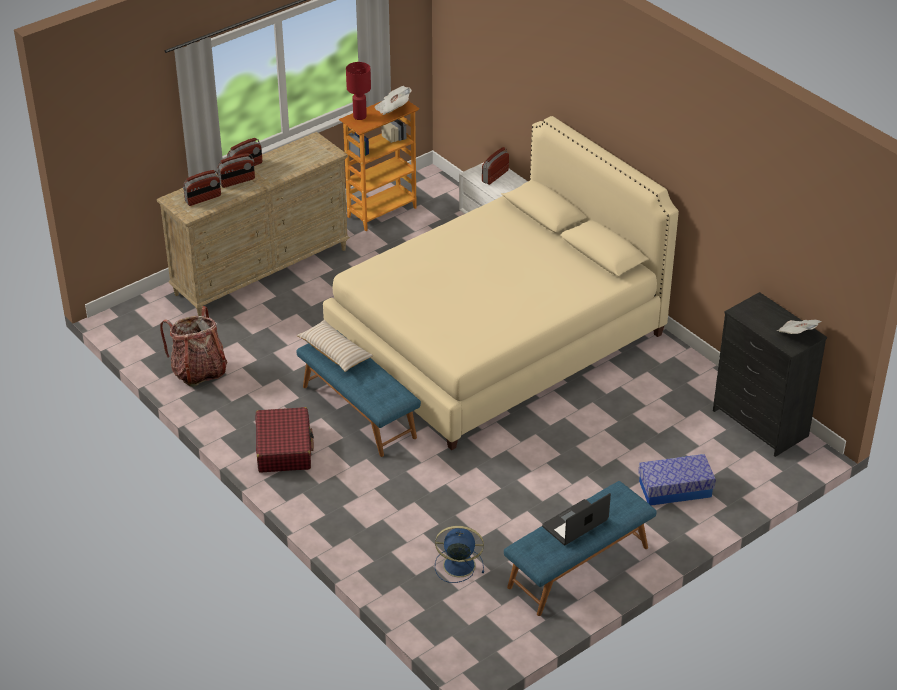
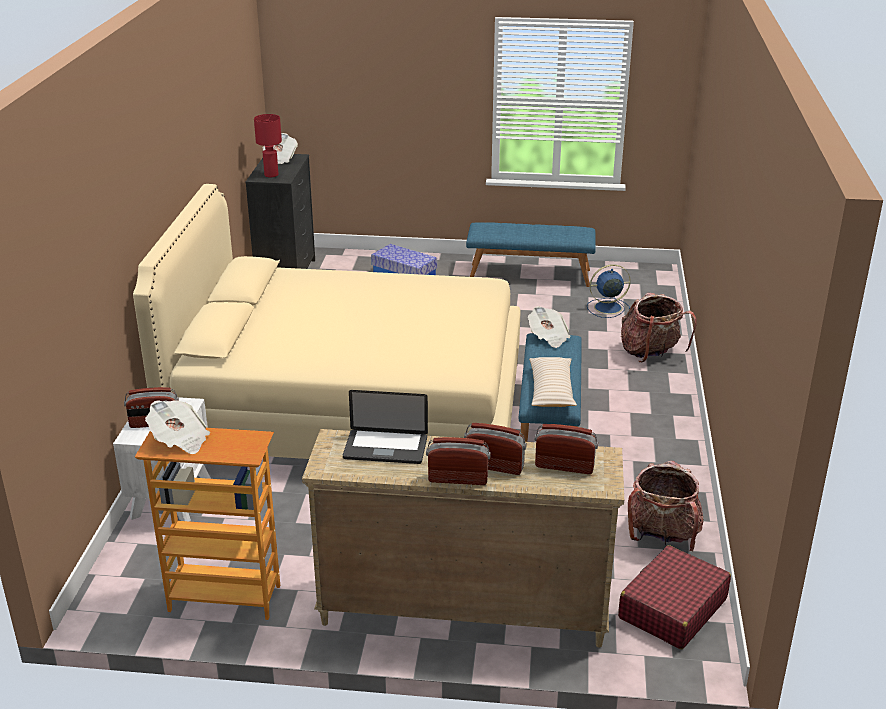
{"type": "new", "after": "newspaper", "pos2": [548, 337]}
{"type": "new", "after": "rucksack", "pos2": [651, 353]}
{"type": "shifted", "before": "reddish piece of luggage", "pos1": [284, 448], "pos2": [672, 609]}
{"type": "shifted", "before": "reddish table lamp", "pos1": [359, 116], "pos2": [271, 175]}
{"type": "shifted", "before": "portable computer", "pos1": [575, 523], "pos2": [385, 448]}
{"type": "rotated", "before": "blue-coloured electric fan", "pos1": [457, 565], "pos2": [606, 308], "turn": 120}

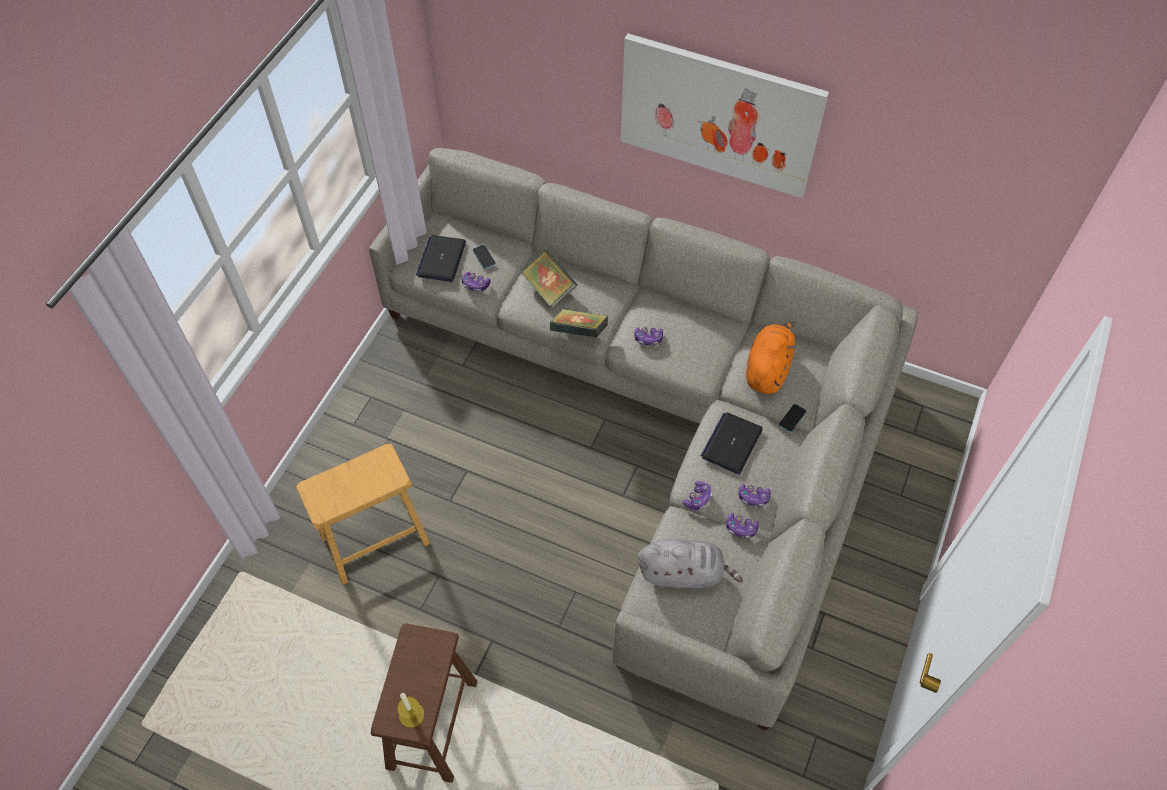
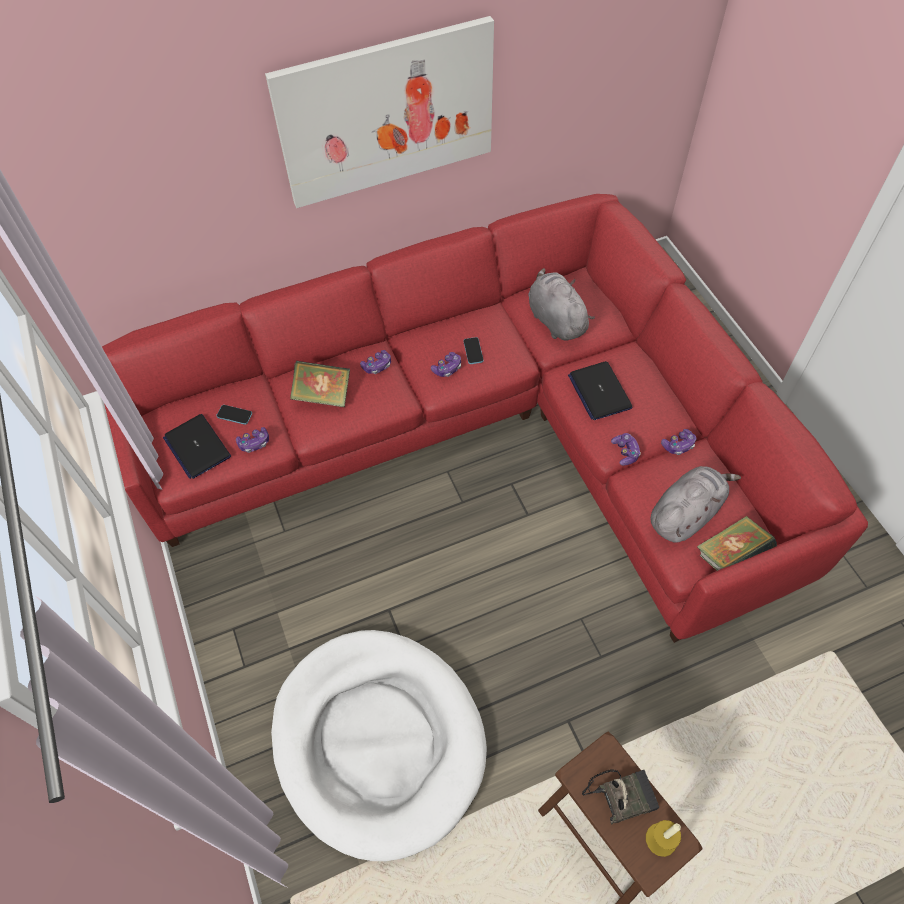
{"type": "new", "after": "radio set", "pos2": [622, 794]}
{"type": "shifted", "before": "volume", "pos1": [579, 333], "pos2": [730, 555]}
{"type": "shifted", "before": "game controller", "pos1": [753, 497], "pos2": [377, 366]}
{"type": "shifted", "before": "telephone", "pos1": [792, 418], "pos2": [473, 351]}
{"type": "swapped", "before": "brown stool", "after": "white pet bed", "pos1": [374, 539], "pos2": [378, 741]}
{"type": "repainted", "before": "gray sofa", "after": "reddish sofa", "pos1": [663, 417], "pos2": [487, 432]}
{"type": "repainted", "before": "orange-coloured soft toy", "after": "gray soft toy", "pos1": [767, 368], "pos2": [555, 319]}

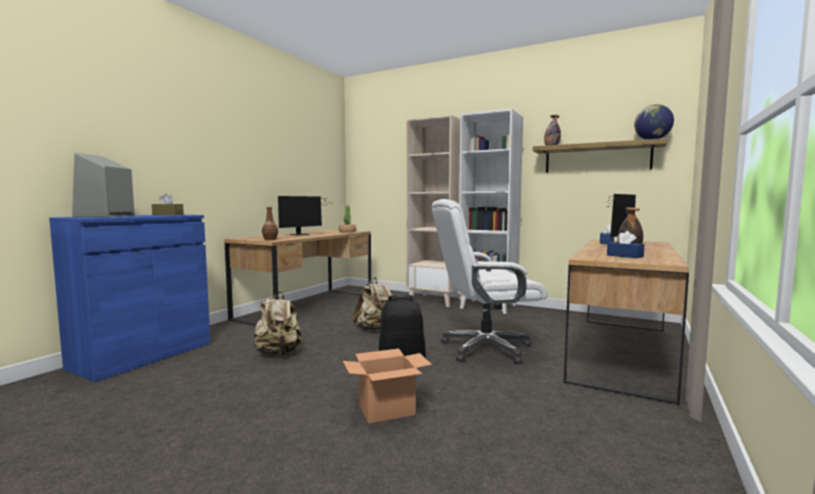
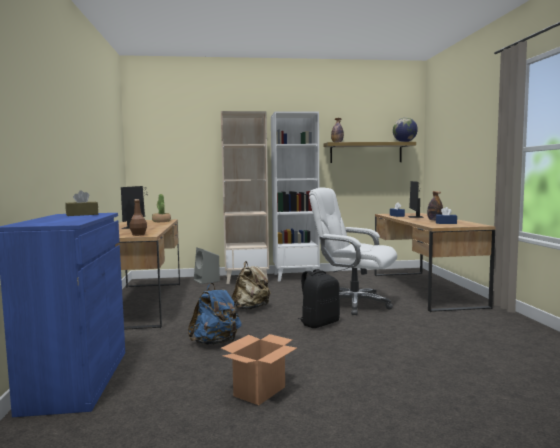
{"type": "shifted", "before": "gray loudspeaker", "pos1": [104, 216], "pos2": [207, 281]}
{"type": "shifted", "before": "packing box", "pos1": [387, 410], "pos2": [260, 391]}
{"type": "repainted", "before": "beige-coloured rucksack", "after": "blue-coloured rucksack", "pos1": [278, 353], "pos2": [216, 343]}
{"type": "rotated", "before": "white desk chair", "pos1": [485, 349], "pos2": [353, 304], "turn": 75}

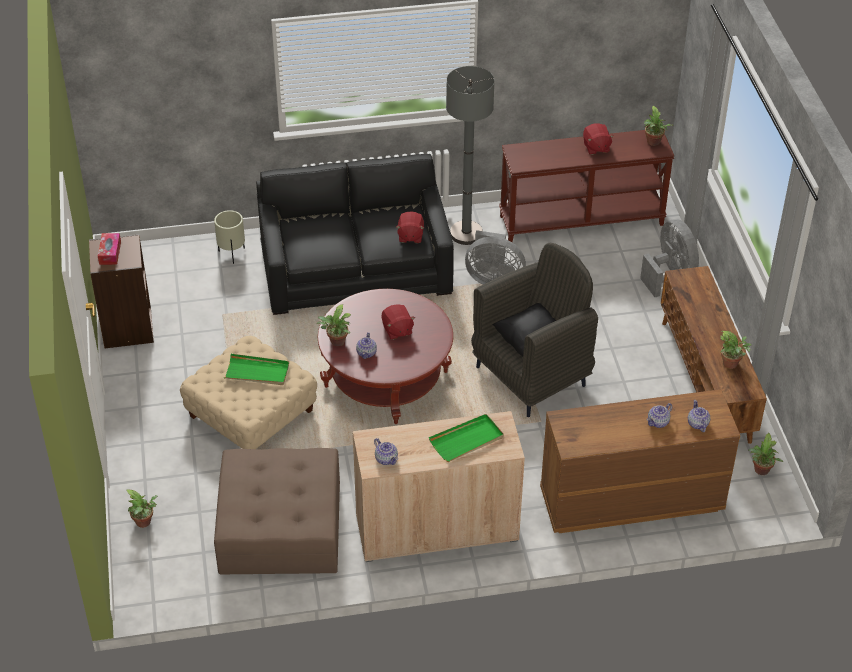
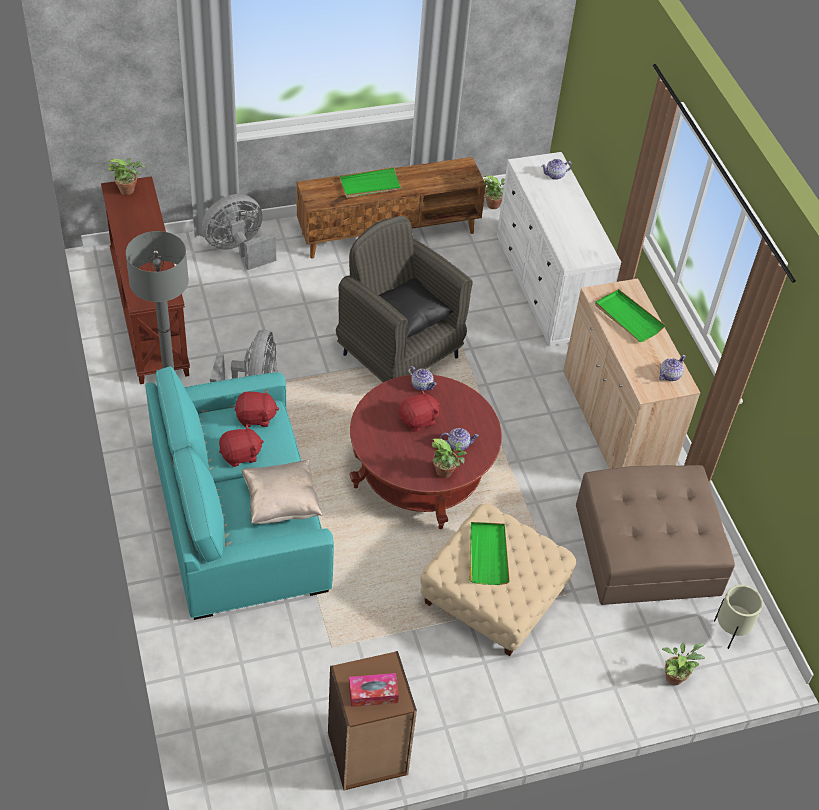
{"type": "gone", "before": "plant in a pot", "pos1": [732, 364]}
{"type": "new", "after": "beige-coloured throw pillow", "pos2": [281, 504]}
{"type": "new", "after": "greenish tray", "pos2": [370, 185]}
{"type": "shifted", "before": "beige-coloured plant pot", "pos1": [232, 254], "pos2": [729, 632]}
{"type": "shifted", "before": "reddish soft toy", "pos1": [596, 147], "pos2": [240, 455]}
{"type": "shifted", "before": "pot for tea", "pos1": [658, 422], "pos2": [421, 385]}
{"type": "repainted", "before": "black sofa", "after": "turquoise sofa", "pos1": [356, 267], "pos2": [237, 515]}
{"type": "repainted", "before": "brown dresser", "after": "white dresser", "pos1": [630, 500], "pos2": [548, 288]}

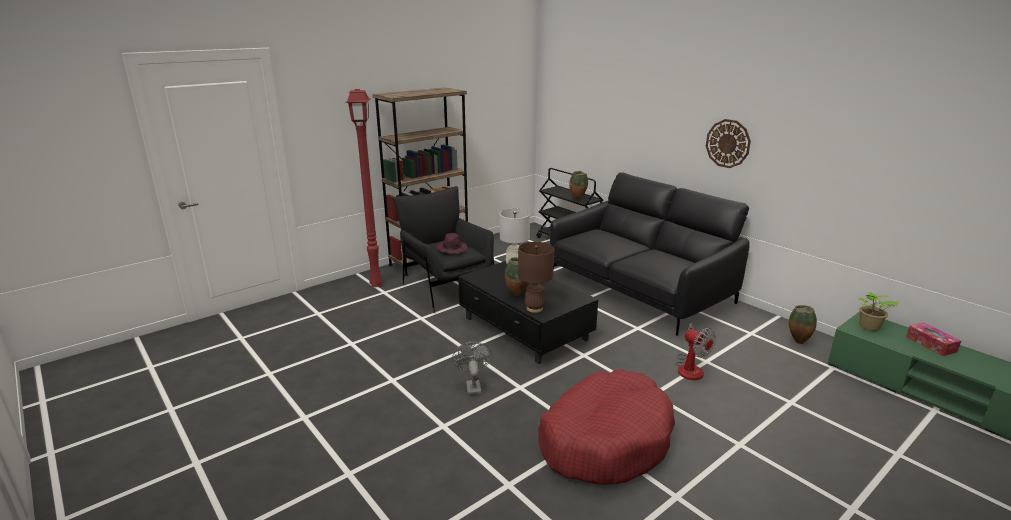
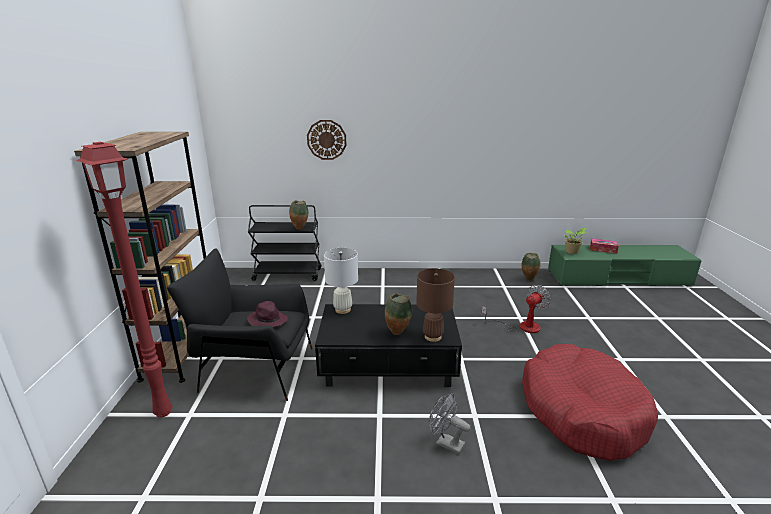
{"type": "gone", "before": "black sofa", "pos1": [639, 290]}
{"type": "shifted", "before": "clock on the wall", "pos1": [728, 143], "pos2": [326, 140]}
{"type": "rotated", "before": "electric fan", "pos1": [690, 367], "pos2": [521, 327], "turn": -45}

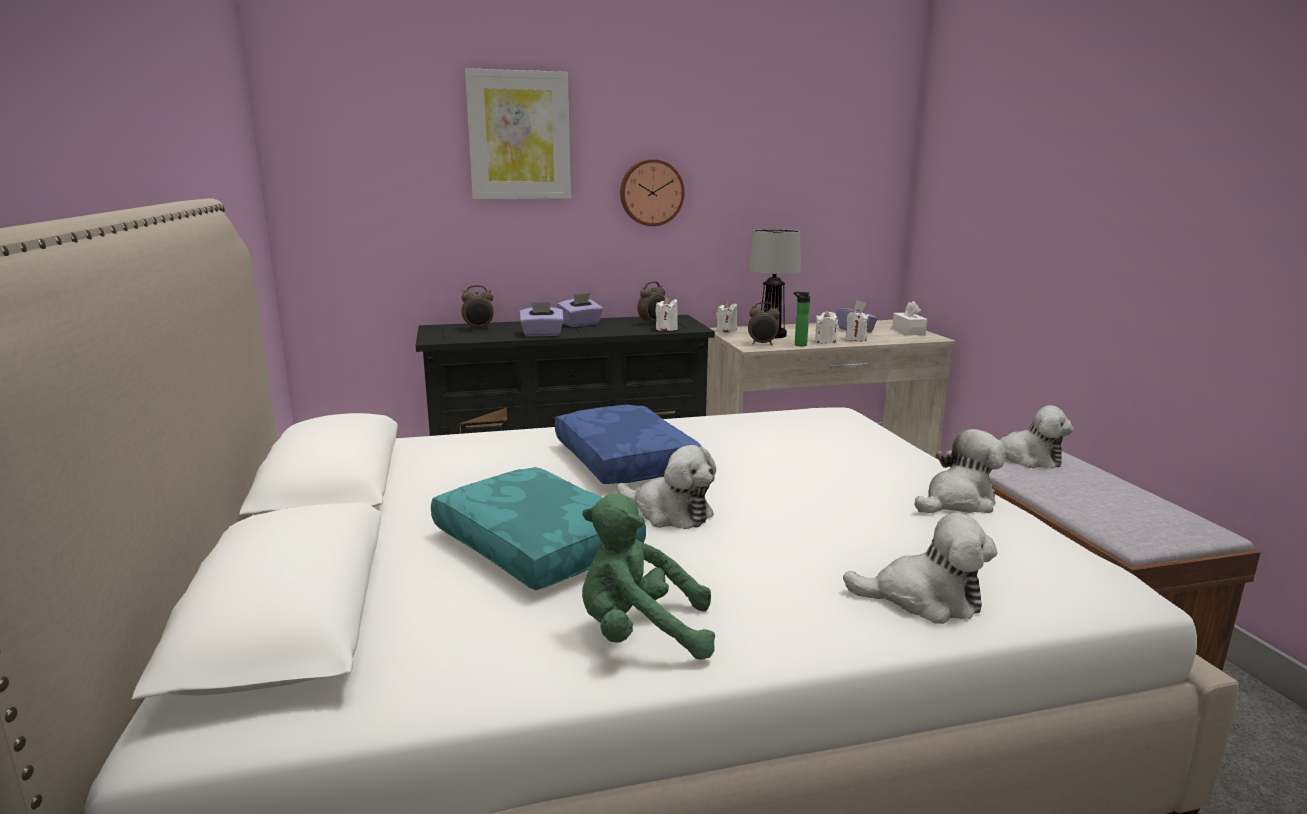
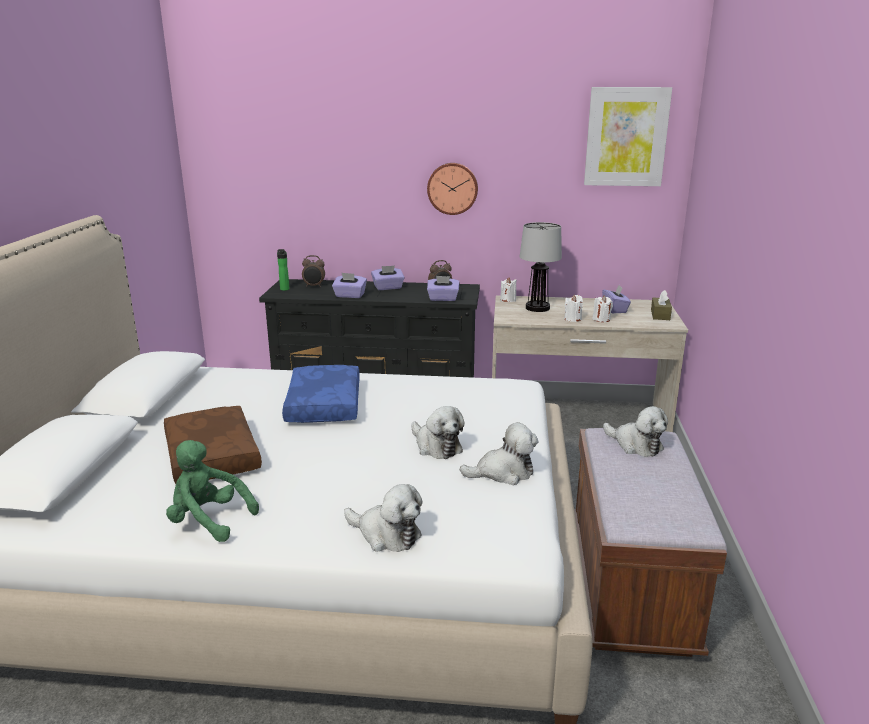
{"type": "gone", "before": "alarm clock", "pos1": [762, 344]}
{"type": "shifted", "before": "picture", "pos1": [519, 136], "pos2": [626, 137]}
{"type": "shifted", "before": "soft toy", "pos1": [669, 513], "pos2": [436, 446]}
{"type": "shifted", "before": "beverage bottle", "pos1": [799, 344], "pos2": [284, 289]}
{"type": "swapped", "before": "white wax candle", "after": "purple-coloured box of tissues", "pos1": [666, 329], "pos2": [443, 299]}
{"type": "repainted", "before": "turquoise throw pillow", "after": "brown throw pillow", "pos1": [532, 546], "pos2": [210, 456]}
{"type": "repainted", "before": "white box of tissues", "after": "brown box of tissues", "pos1": [908, 331], "pos2": [660, 315]}

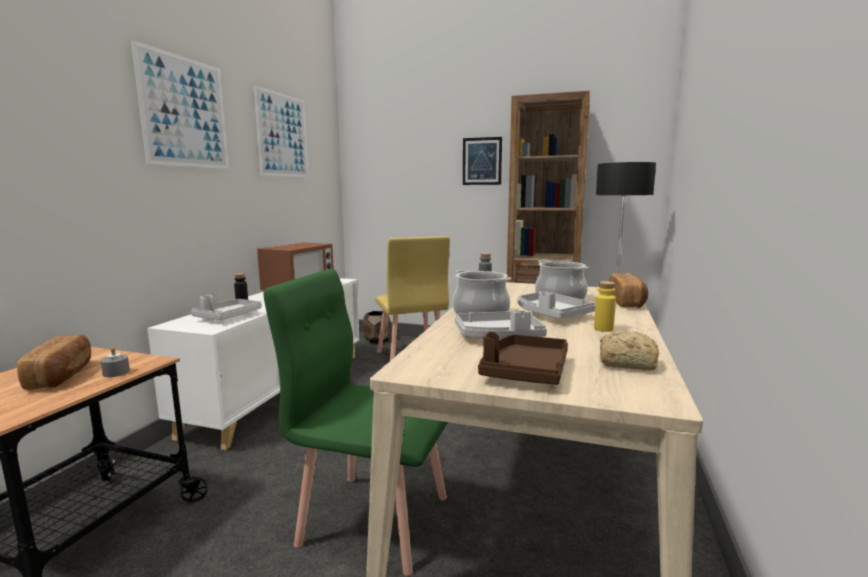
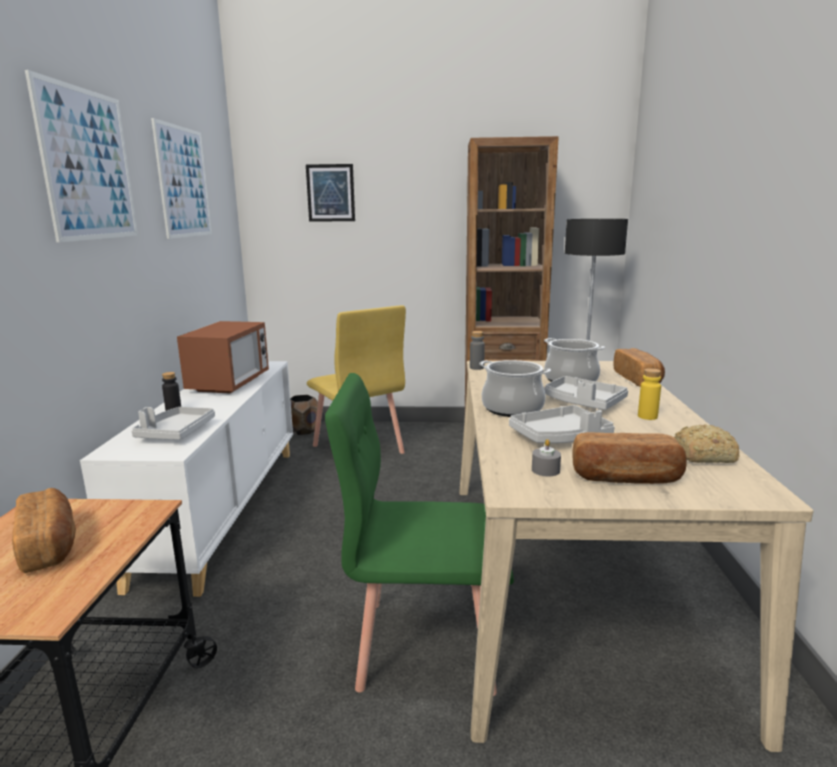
{"type": "shifted", "before": "gray wax candle", "pos1": [116, 372], "pos2": [545, 470]}
{"type": "shifted", "before": "picture", "pos1": [482, 161], "pos2": [330, 193]}
{"type": "swapped", "before": "brown tray", "after": "bakery bread", "pos1": [525, 371], "pos2": [626, 477]}

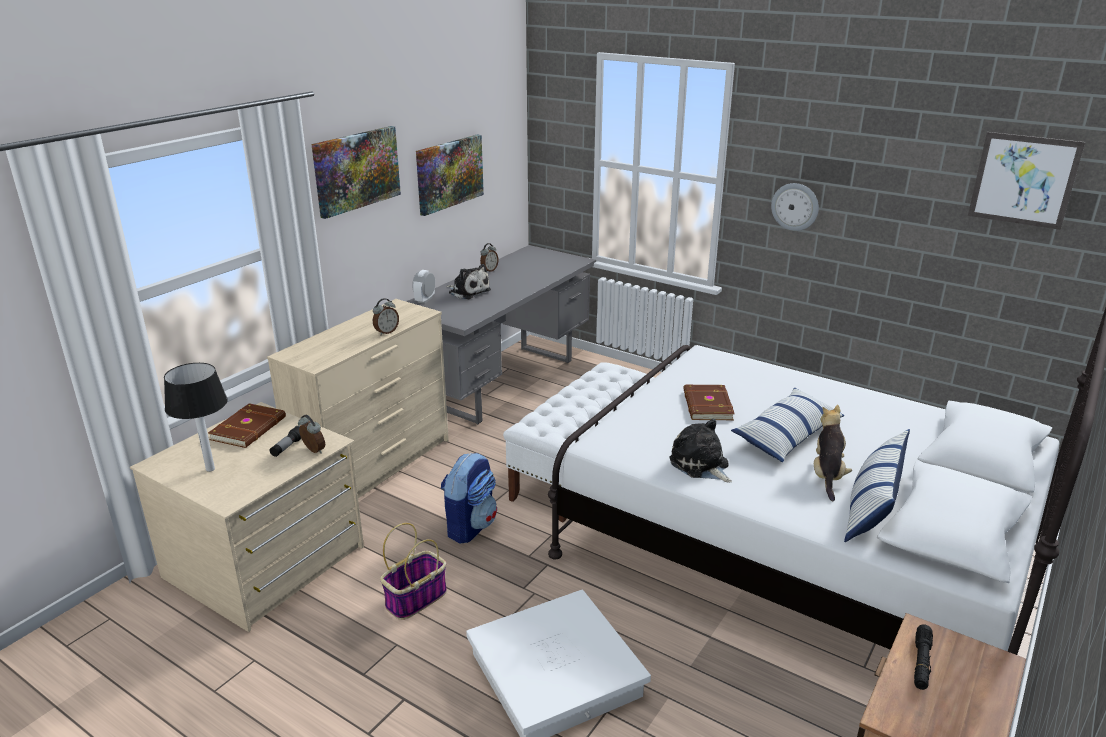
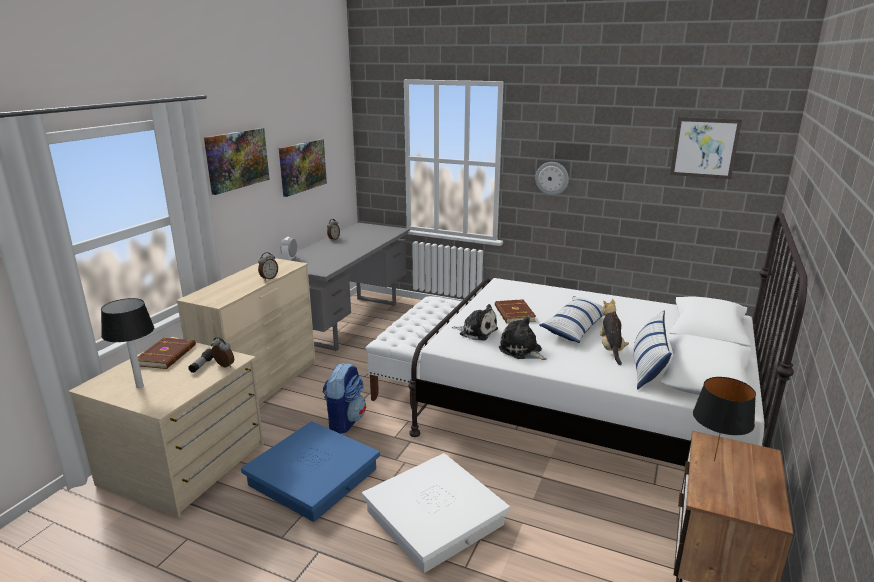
{"type": "shifted", "before": "soft toy", "pos1": [468, 291], "pos2": [476, 331]}
{"type": "swapped", "before": "household basket", "after": "blue-coloured storage container", "pos1": [416, 598], "pos2": [313, 476]}
{"type": "swapped", "before": "black torch", "after": "black table lamp", "pos1": [921, 662], "pos2": [714, 461]}

